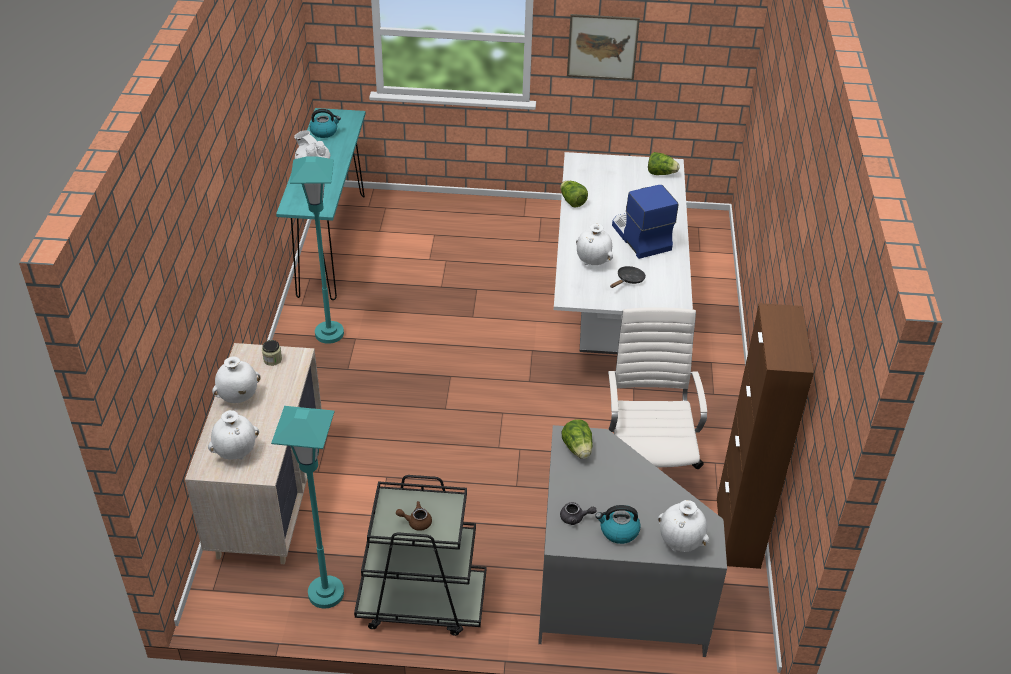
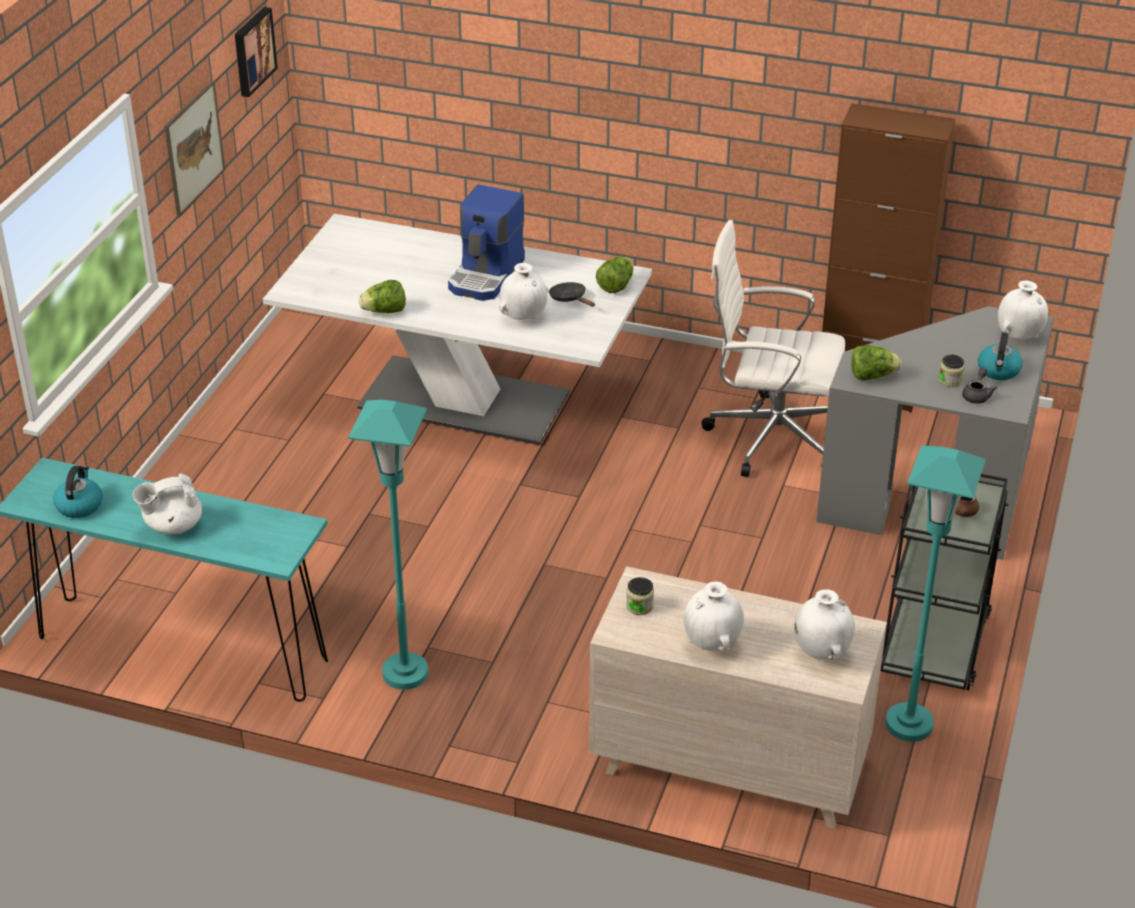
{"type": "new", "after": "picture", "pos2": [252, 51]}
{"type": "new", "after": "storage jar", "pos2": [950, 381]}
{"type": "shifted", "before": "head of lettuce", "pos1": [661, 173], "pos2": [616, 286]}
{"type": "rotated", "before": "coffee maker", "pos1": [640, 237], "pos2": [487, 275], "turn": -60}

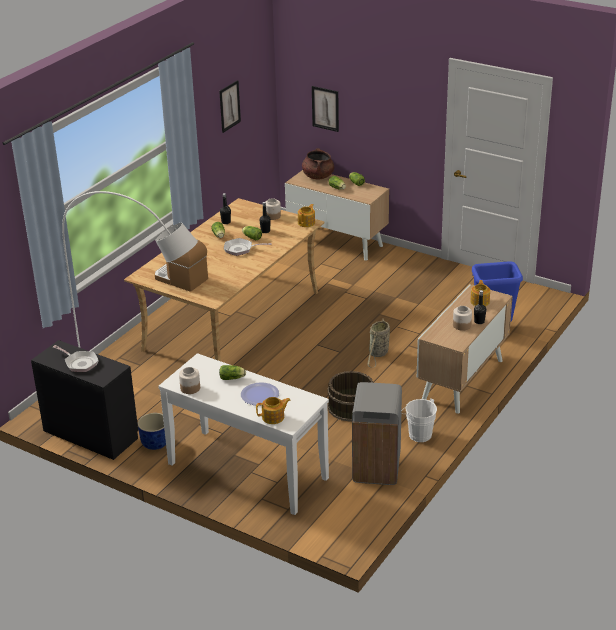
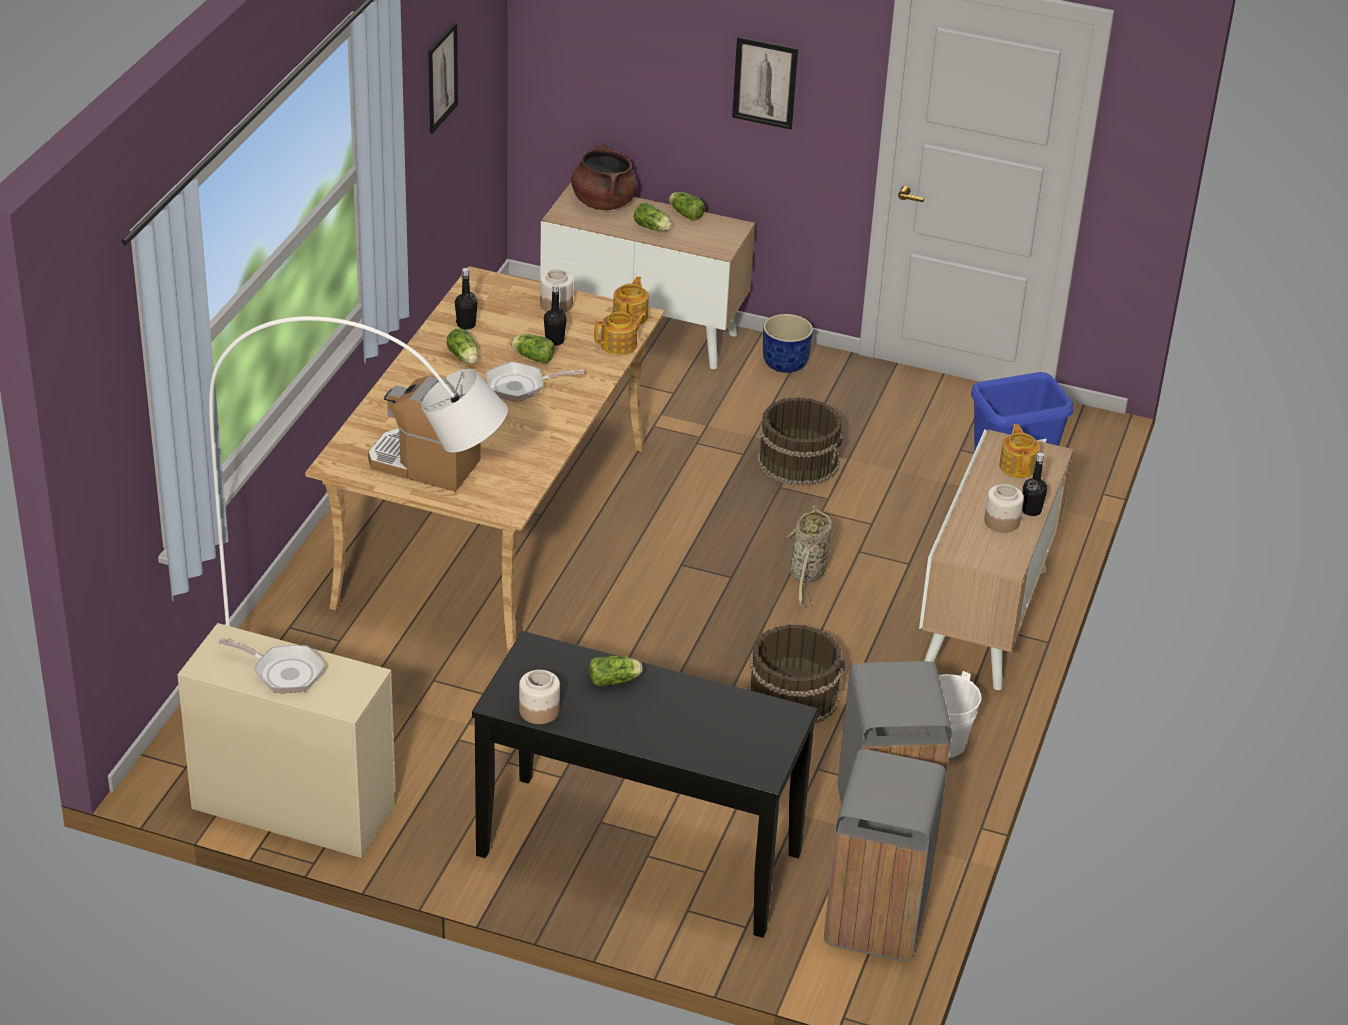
{"type": "gone", "before": "flat dish", "pos1": [260, 395]}
{"type": "new", "after": "brown bucket", "pos2": [799, 461]}
{"type": "new", "after": "gray waste bin", "pos2": [874, 919]}
{"type": "shifted", "before": "blue-coloured plant pot", "pos1": [155, 443], "pos2": [785, 363]}
{"type": "shifted", "before": "pot for tea", "pos1": [273, 417], "pos2": [620, 345]}
{"type": "shifted", "before": "picture", "pos1": [325, 108], "pos2": [765, 82]}
{"type": "repainted", "before": "black dresser", "after": "beige-coloured dresser", "pos1": [91, 433], "pos2": [293, 804]}
{"type": "repainted", "before": "white hall table", "after": "black hall table", "pos1": [247, 471], "pos2": [638, 854]}

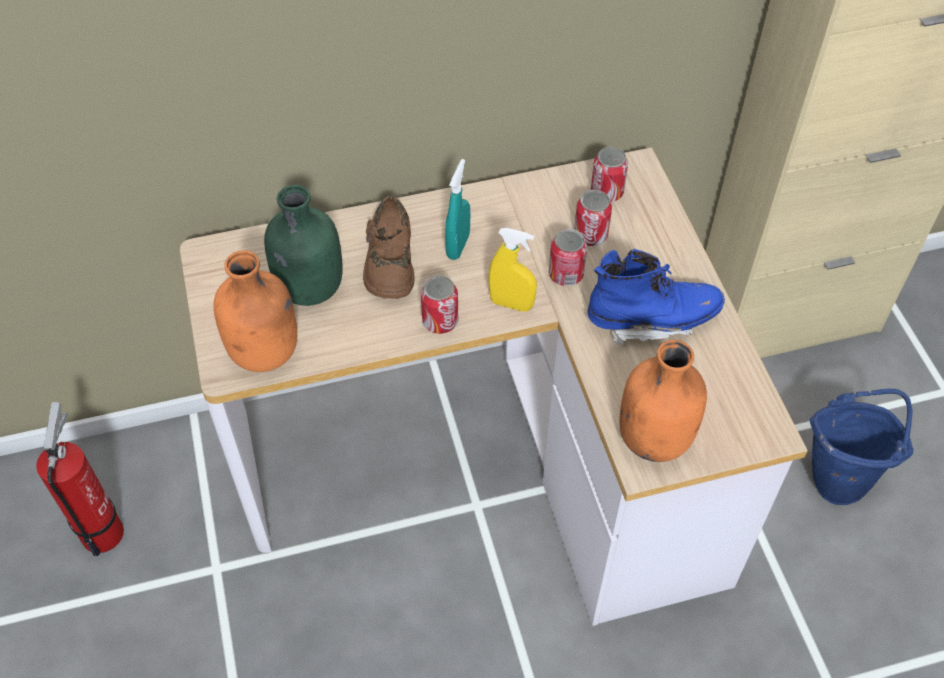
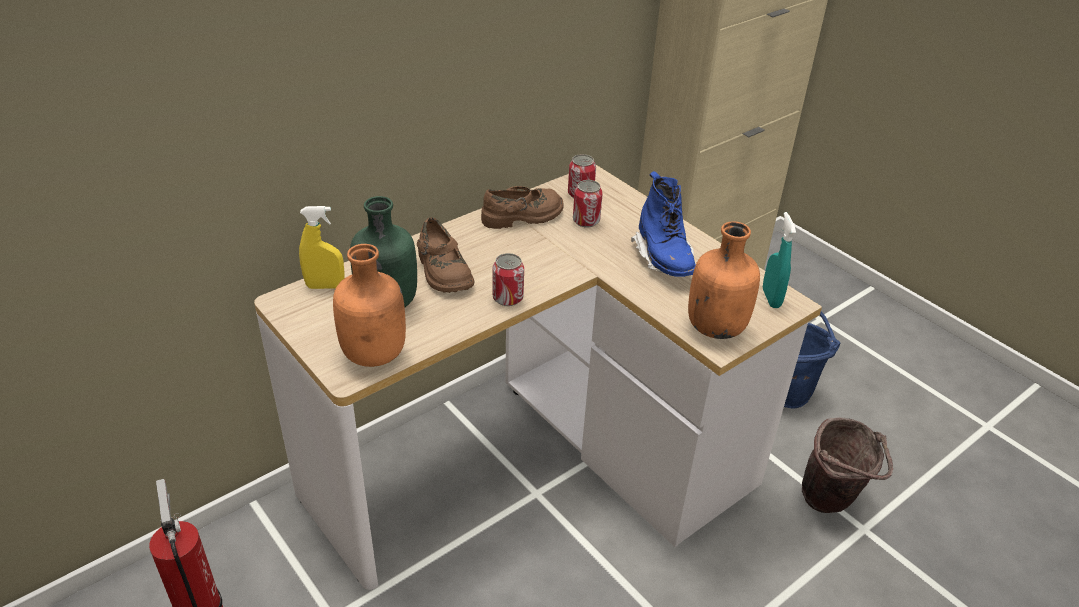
{"type": "gone", "before": "can", "pos1": [566, 274]}
{"type": "new", "after": "brown shoe", "pos2": [523, 216]}
{"type": "new", "after": "brown bucket", "pos2": [831, 502]}
{"type": "shifted", "before": "turquoise spray bottle", "pos1": [458, 246], "pos2": [771, 298]}
{"type": "shifted", "before": "yellow-coloured spray bottle", "pos1": [511, 304], "pos2": [325, 286]}
{"type": "rotated", "before": "blue-coloured boot", "pos1": [651, 320], "pos2": [664, 259], "turn": 105}

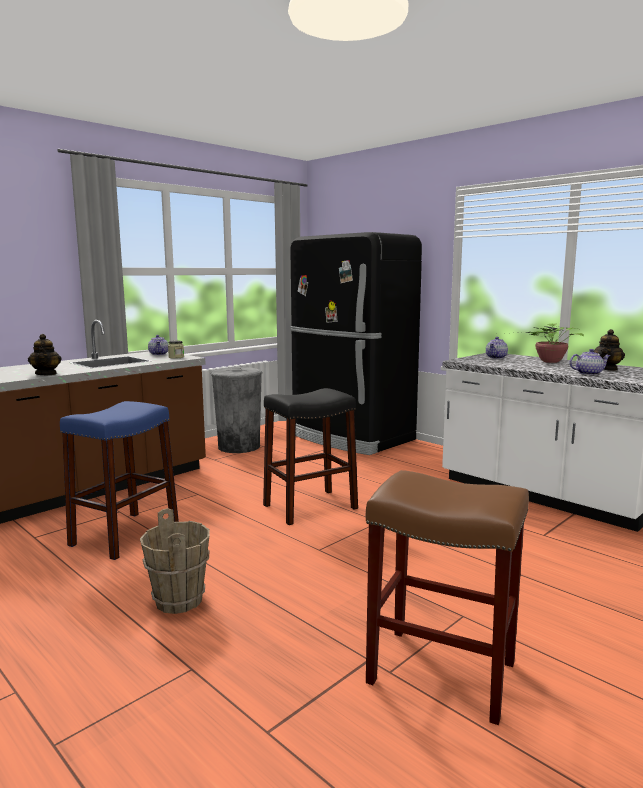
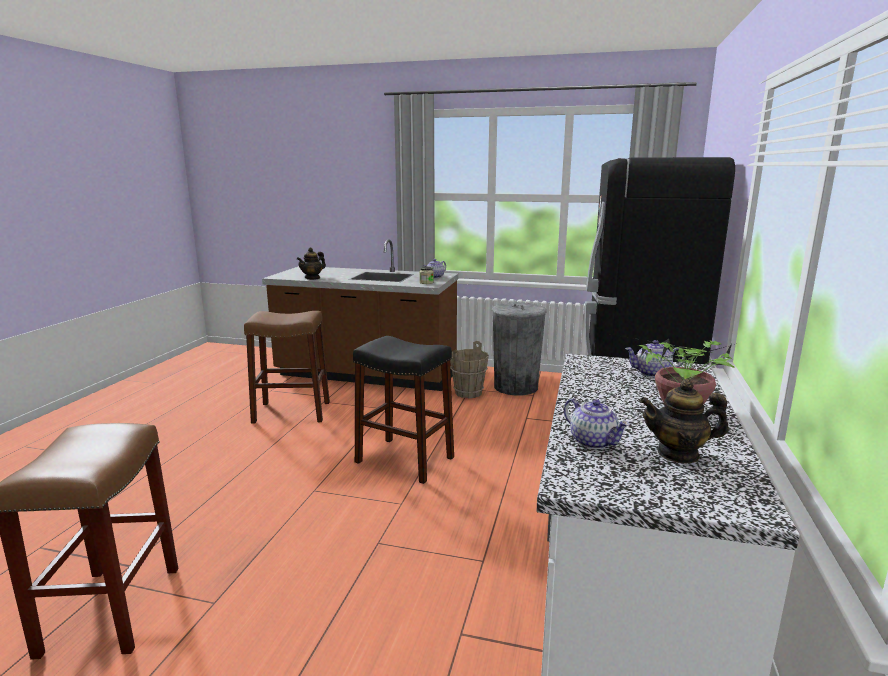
{"type": "shifted", "before": "brown bucket", "pos1": [179, 600], "pos2": [468, 393]}
{"type": "repainted", "before": "blue-coloured stool", "after": "brown stool", "pos1": [125, 535], "pos2": [291, 412]}

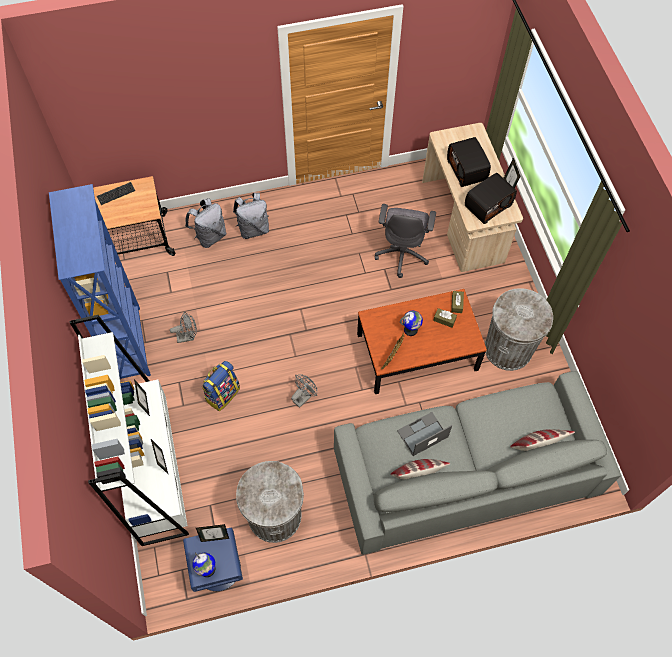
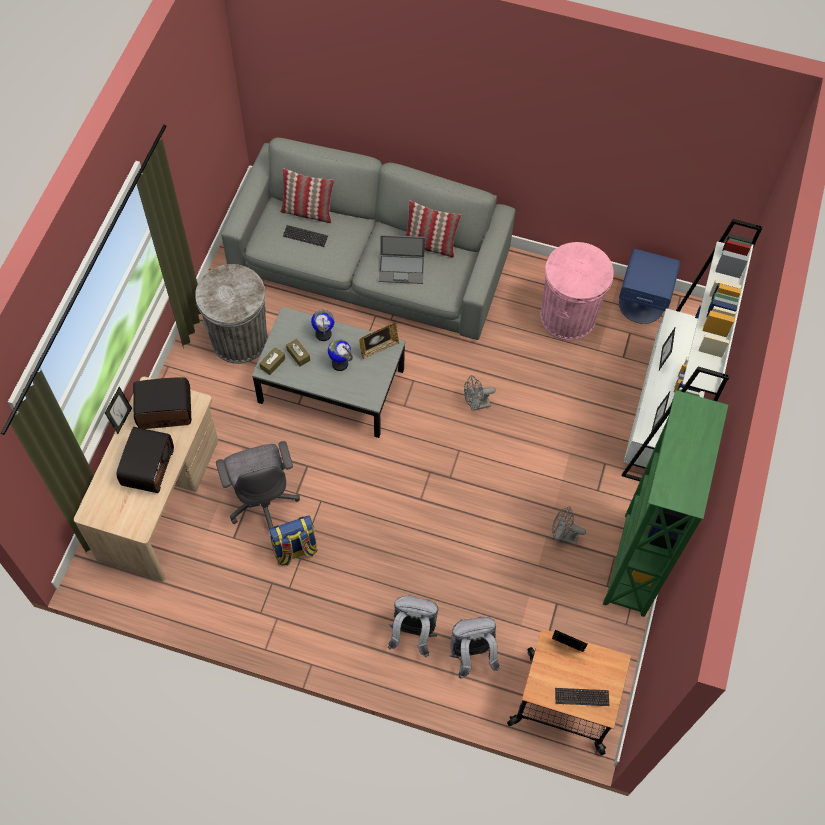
{"type": "new", "after": "keyboard", "pos2": [305, 236]}
{"type": "shifted", "before": "world globe", "pos1": [207, 569], "pos2": [323, 334]}
{"type": "shifted", "before": "standing frame", "pos1": [215, 538], "pos2": [566, 647]}
{"type": "shifted", "before": "rucksack", "pos1": [222, 394], "pos2": [294, 550]}
{"type": "repainted", "before": "blue-coloured shelving unit", "after": "greenish shelving unit", "pos1": [129, 343], "pos2": [633, 565]}
{"type": "repainted", "before": "gray waste bin", "after": "pink waste bin", "pos1": [274, 516], "pos2": [568, 317]}
{"type": "repainted", "before": "brown lounge table", "after": "gray lounge table", "pos1": [417, 352], "pos2": [331, 385]}
{"type": "rotated", "before": "gray desk chair", "pos1": [402, 253], "pos2": [262, 500], "turn": 120}

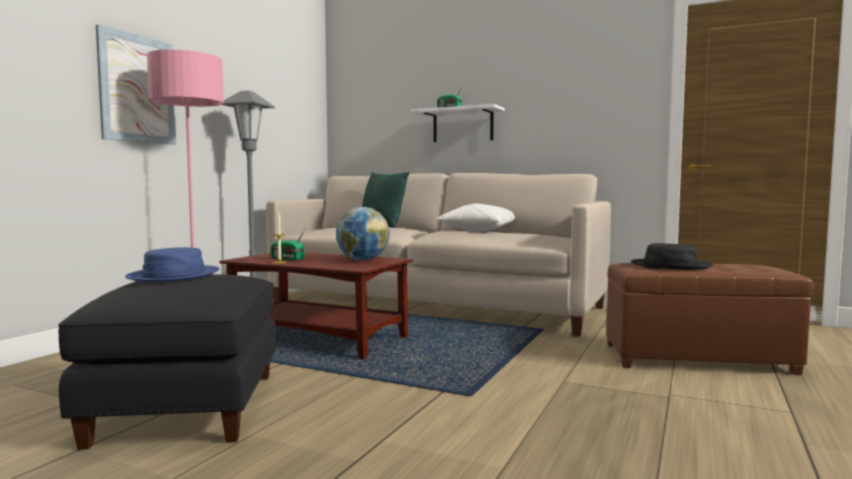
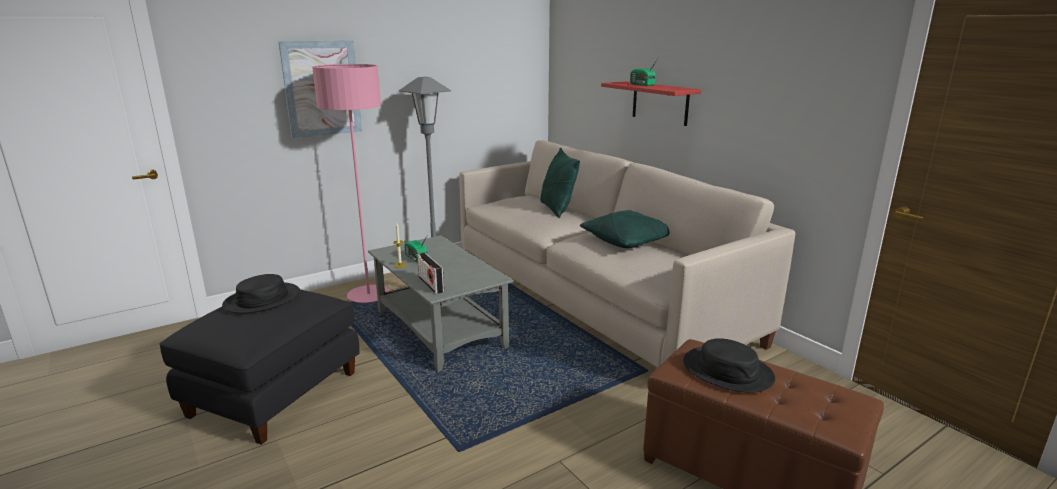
{"type": "gone", "before": "world globe", "pos1": [362, 260]}
{"type": "new", "after": "radio set", "pos2": [431, 284]}
{"type": "repainted", "before": "blue-coloured hat", "after": "black hat", "pos1": [174, 275], "pos2": [262, 299]}
{"type": "repainted", "before": "brown lounge table", "after": "gray lounge table", "pos1": [320, 338], "pos2": [441, 329]}
{"type": "repainted", "before": "white wall shelf", "after": "reddish wall shelf", "pos1": [463, 125], "pos2": [660, 103]}
{"type": "repainted", "before": "white throw pillow", "after": "greenish throw pillow", "pos1": [479, 230], "pos2": [627, 241]}

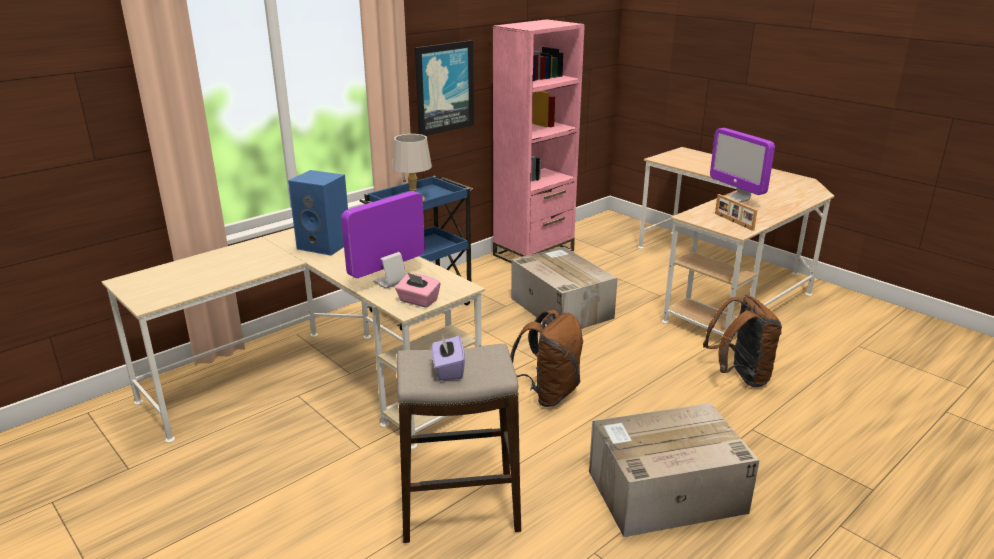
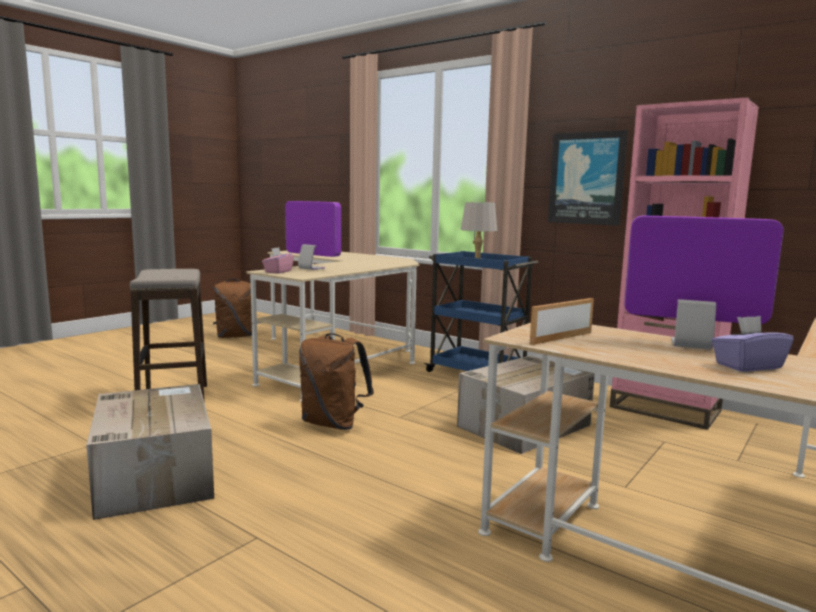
{"type": "gone", "before": "blue-coloured loudspeaker", "pos1": [325, 245]}
{"type": "shifted", "before": "purple-coloured box of tissues", "pos1": [448, 370], "pos2": [747, 366]}
{"type": "shifted", "before": "brown rucksack", "pos1": [739, 376], "pos2": [235, 336]}
{"type": "rotated", "before": "computer display", "pos1": [736, 199], "pos2": [691, 345], "turn": 60}

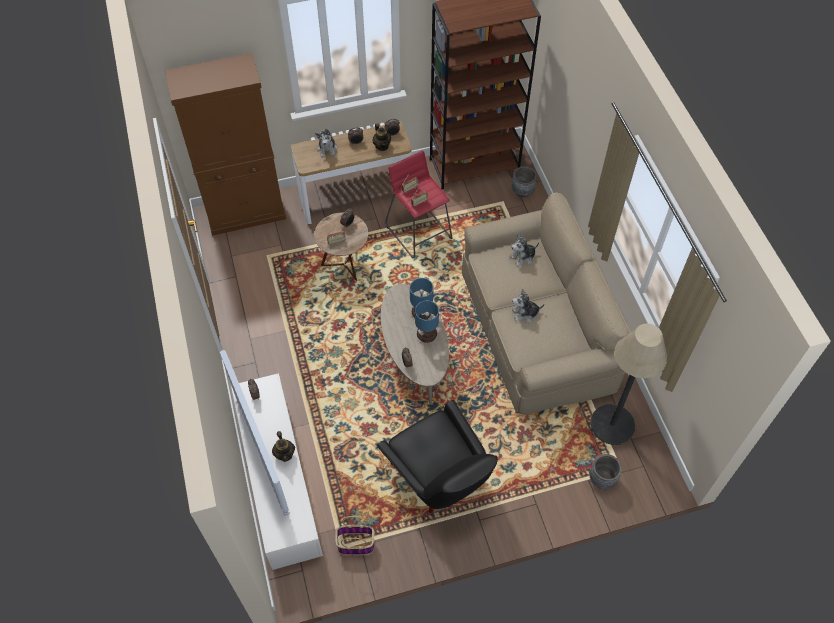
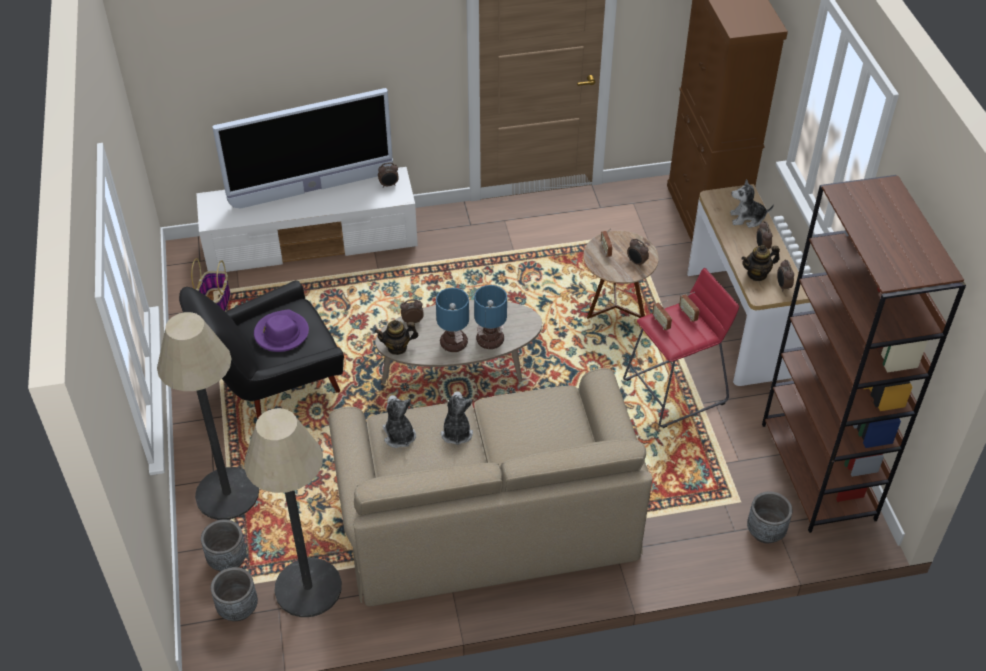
{"type": "new", "after": "standard lamp", "pos2": [227, 494]}
{"type": "new", "after": "gray plant pot", "pos2": [238, 608]}
{"type": "new", "after": "purple-coloured hat", "pos2": [281, 333]}
{"type": "shifted", "before": "pot for tea", "pos1": [285, 454], "pos2": [397, 347]}
{"type": "shifted", "before": "soft toy", "pos1": [523, 257], "pos2": [399, 436]}

